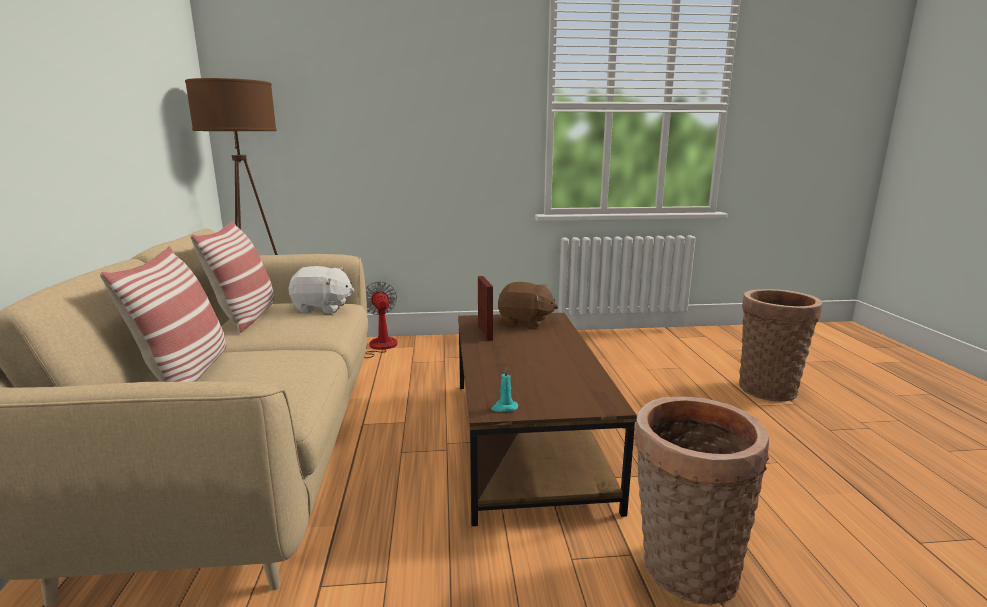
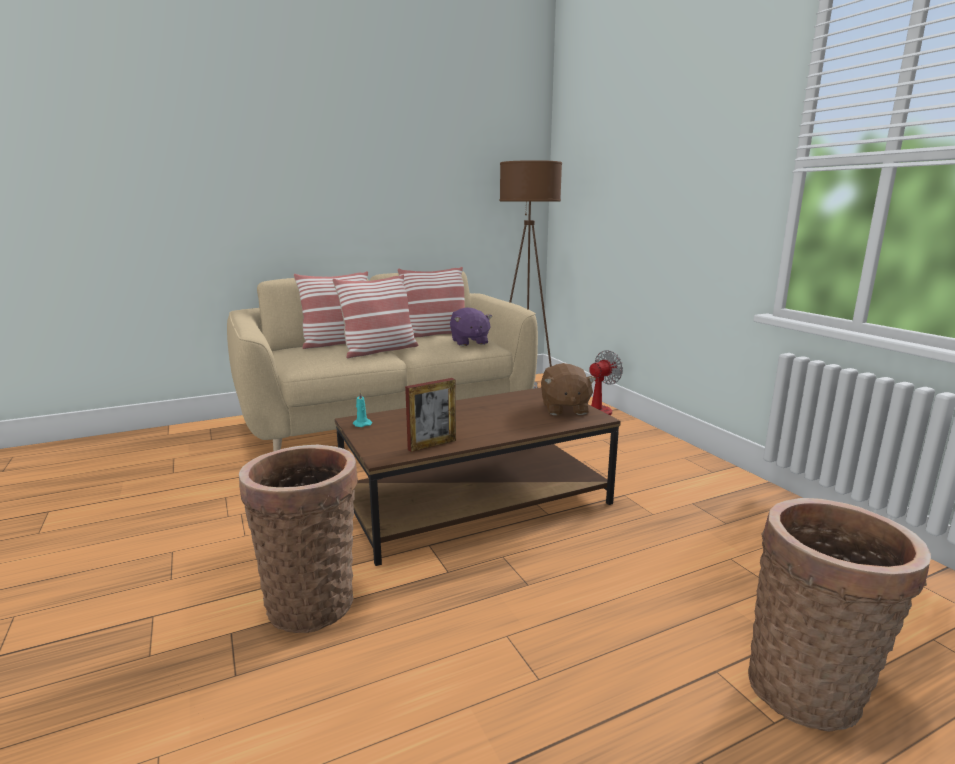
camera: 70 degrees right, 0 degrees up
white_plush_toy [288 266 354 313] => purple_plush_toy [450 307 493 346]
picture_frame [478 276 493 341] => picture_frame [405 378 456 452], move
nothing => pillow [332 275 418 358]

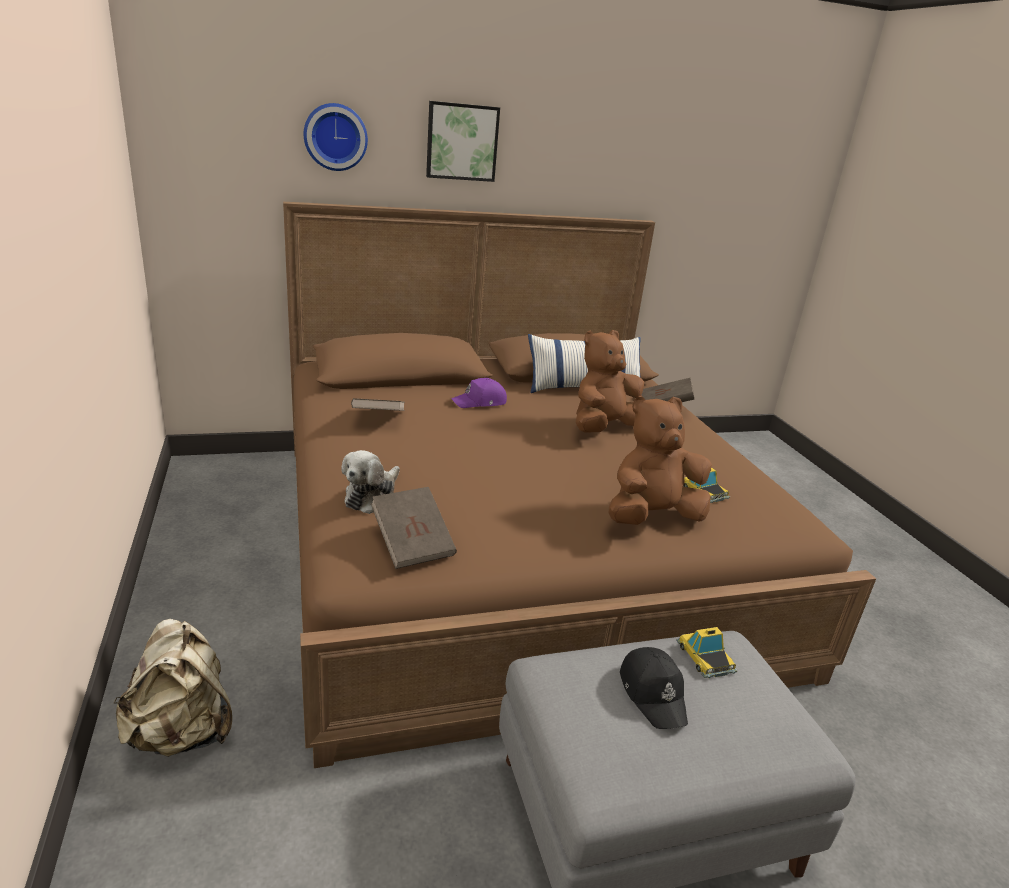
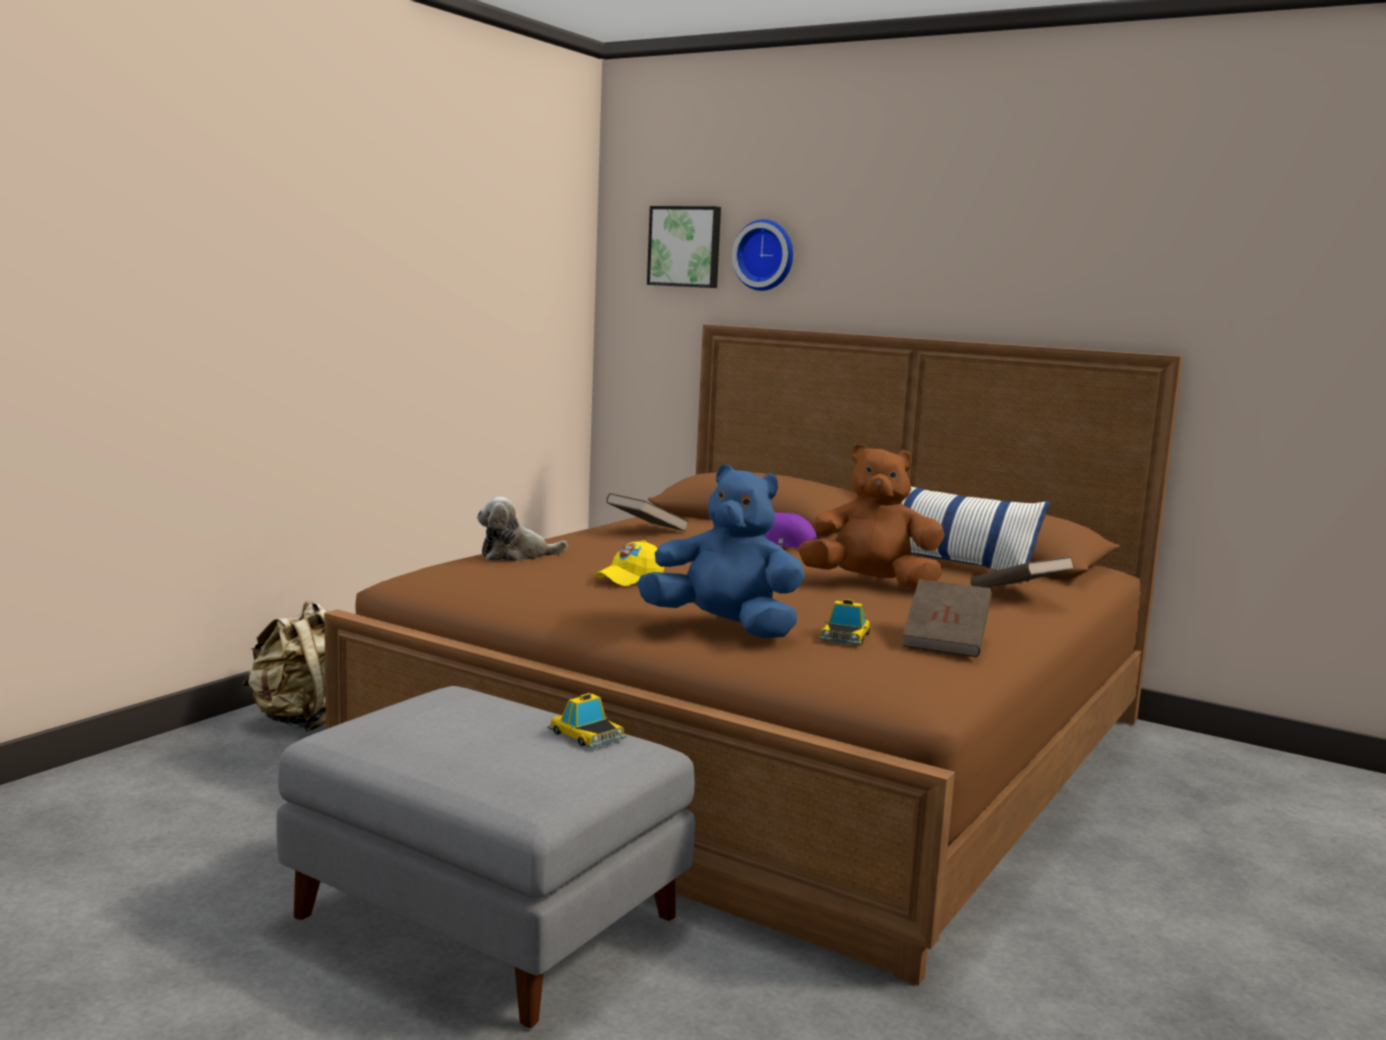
camera: 50 degrees right, 15 degrees down
picture [426 101 500 182] => picture [647 206 721 288], move
brown_plush_toy [609 396 712 525] => blue_plush_toy [637 465 805 638]
brown_book [371 487 457 569] => brown_book [903 579 992 657], move
toy_car [676 627 737 678] => toy_car [548 693 627 748], 75 degrees counterclockwise
black_cap [620 647 688 729] => nothing
nothing => yellow_cap [594 540 664 586]

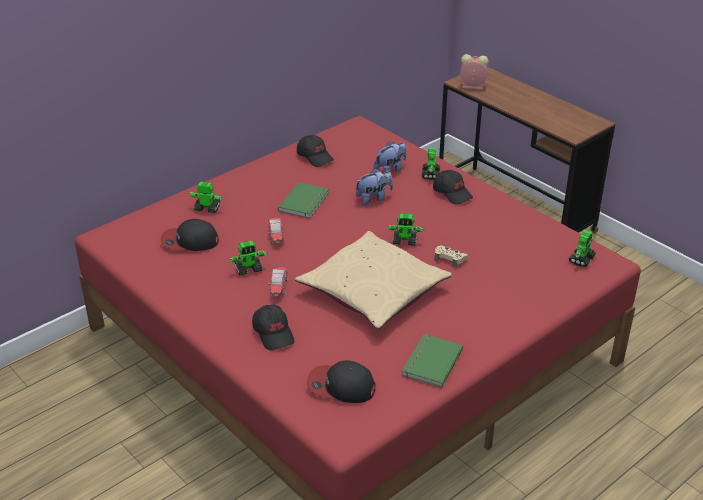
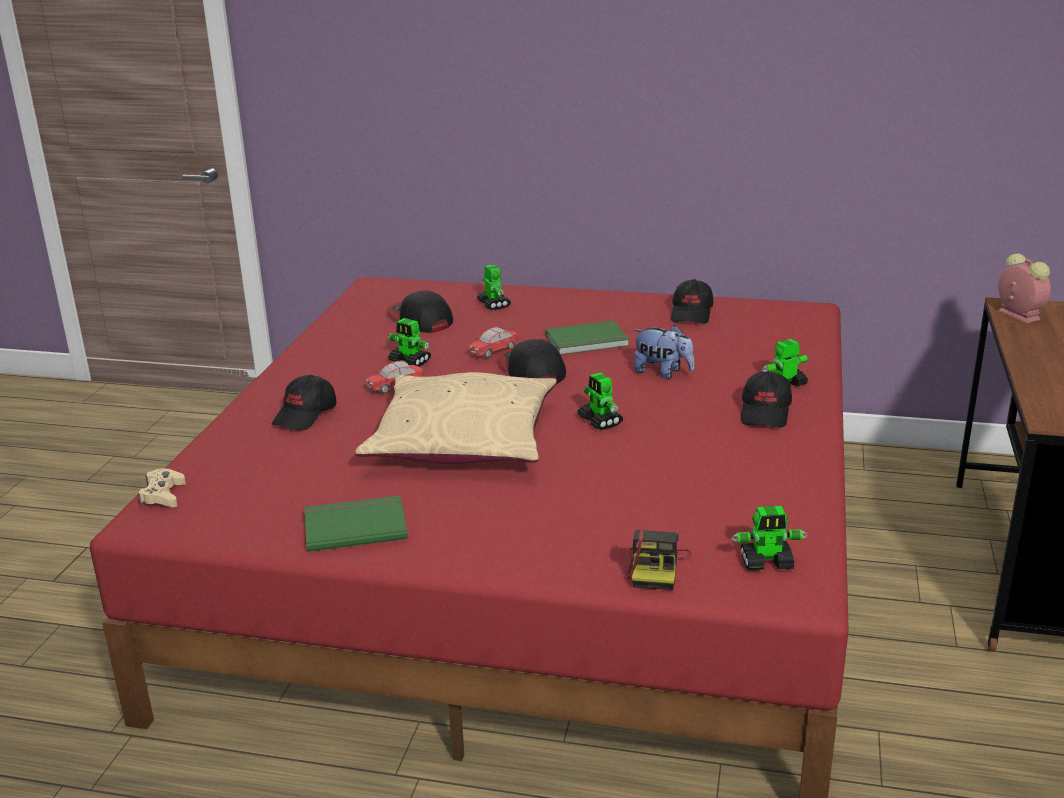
camera: 55 degrees right, 10 degrees down
plush_toy [374 141 406 173] => nothing
beige_game_controller [435 246 468 267] => beige_game_controller [138 468 186 507], move
cap [307 360 375 403] => cap [498 339 566 384], move
nothing => photo_camera [627 529 692 590]

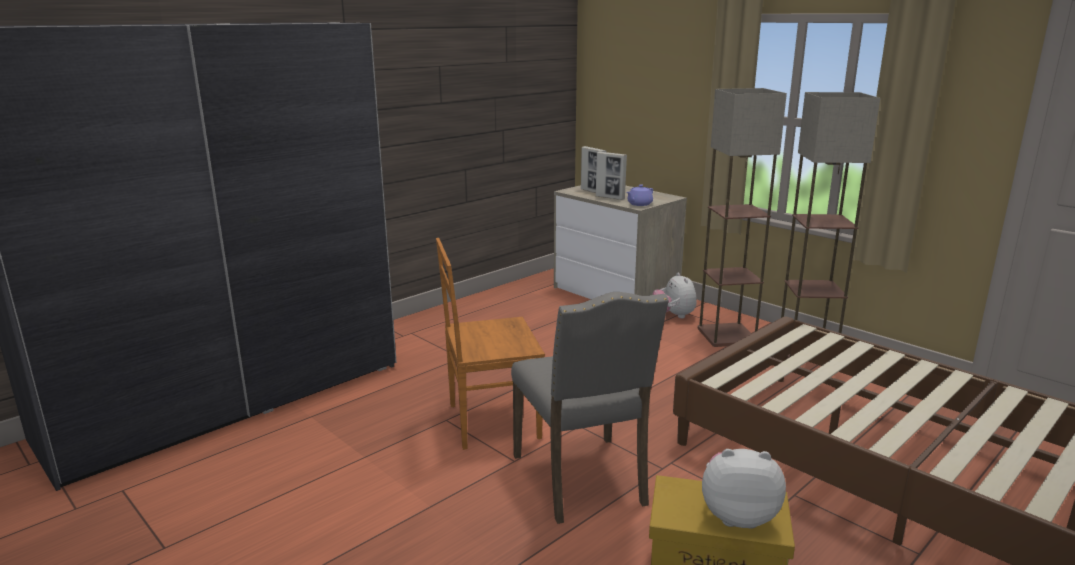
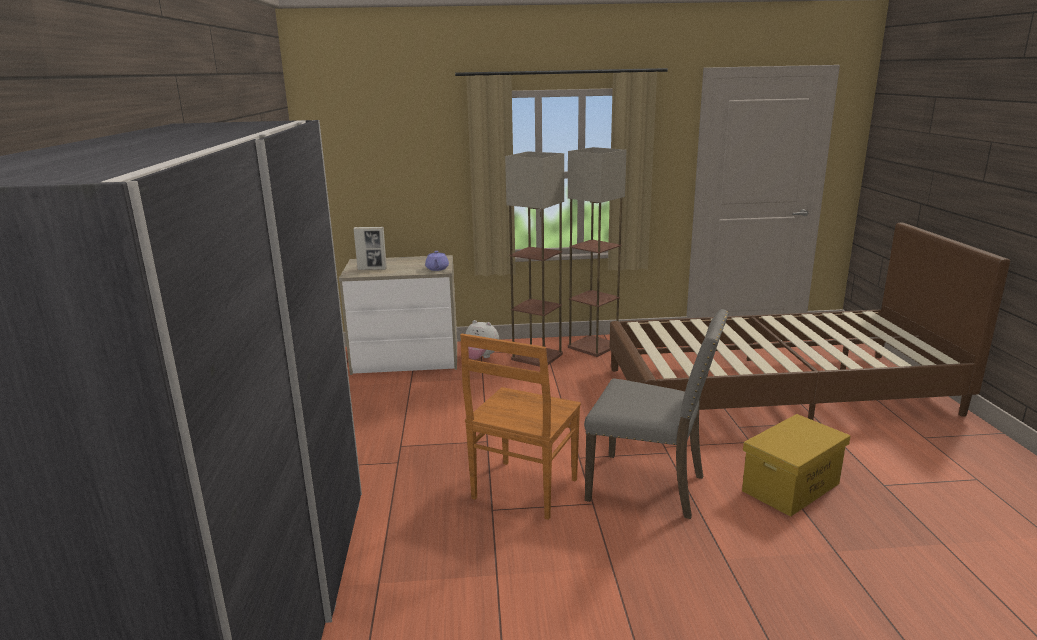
camera: 50 degrees left, 0 degrees up
picture_frame [596 152 627 200] => nothing
plush_toy [702 449 786 529] => nothing

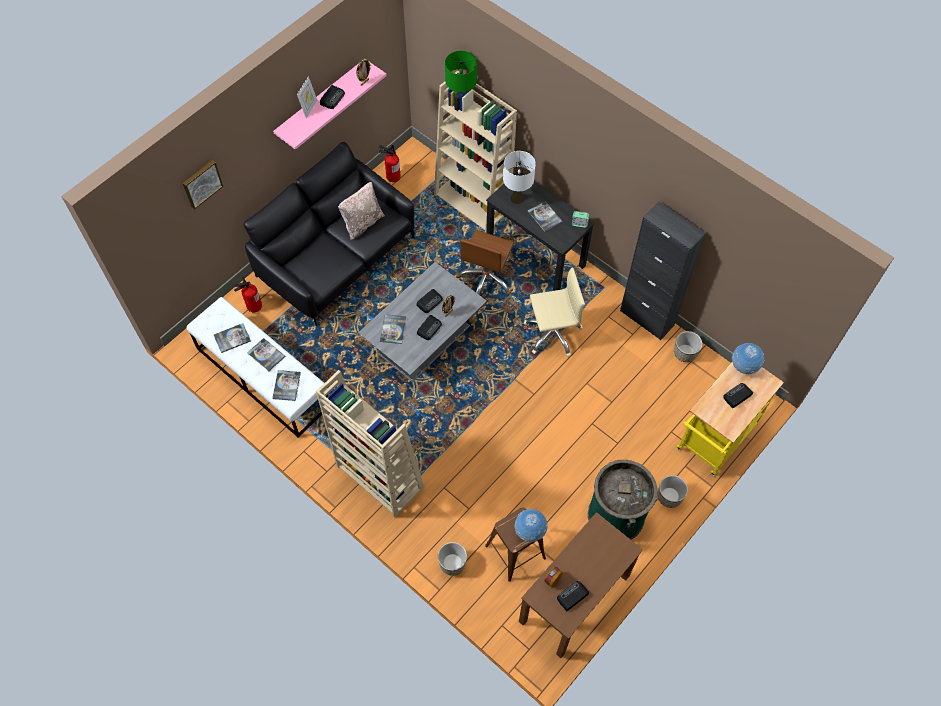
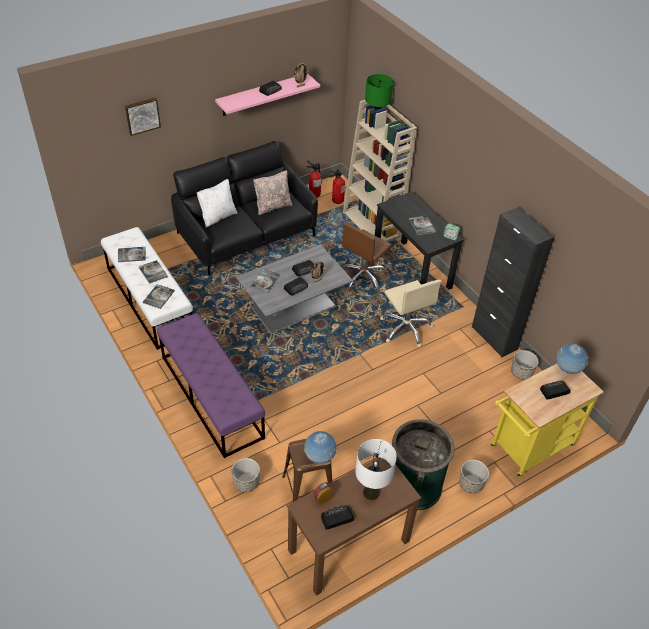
camera: 15 degrees right, 15 degrees down
picture_frame [297 76 317 118] => nothing
white_table_lamp [503 151 536 204] => white_table_lamp [355 439 397 500], move
beige_office_chair [524 268 585 357] => beige_office_chair [380 280 441 348], 60 degrees clockwise
fire_extinguisher [233 277 262 312] => fire_extinguisher [329 169 345 204], move
beige_bookcase [316 370 424 517] => purple_bench [157 313 265 458]
nothing => white_pillow [197 179 238 228]

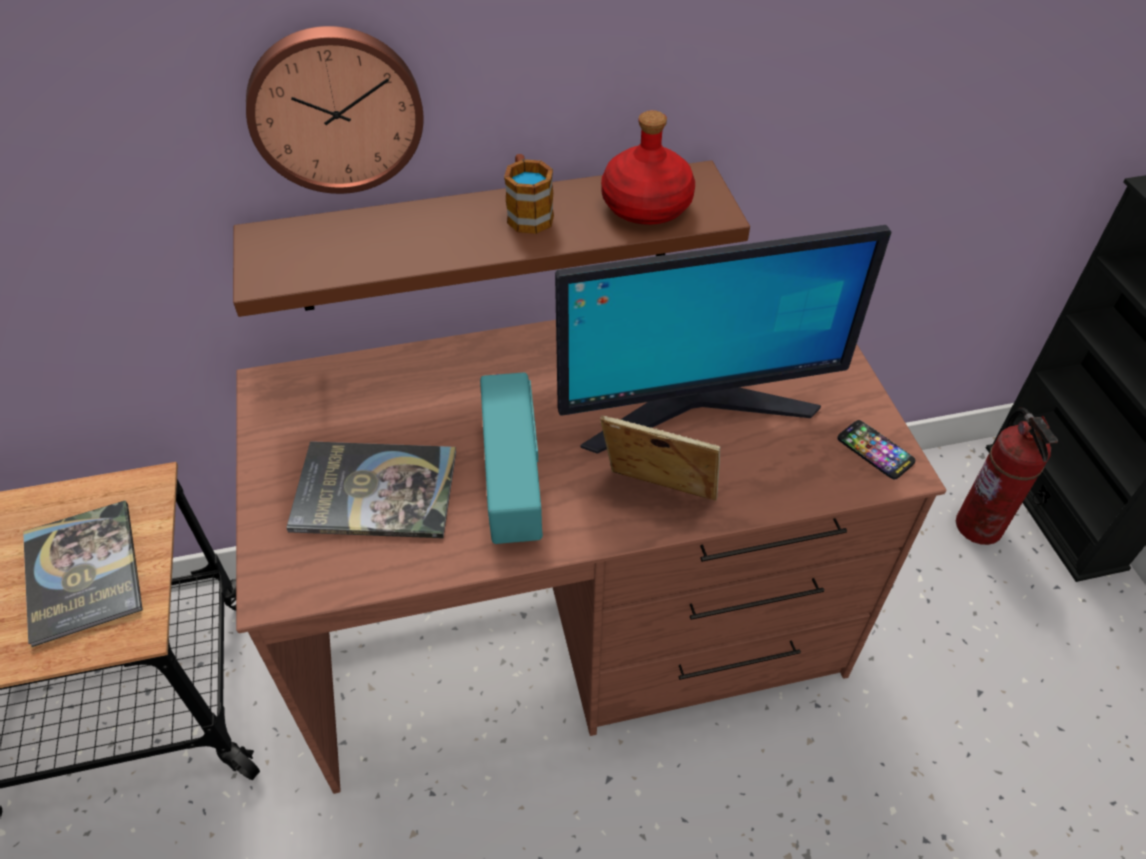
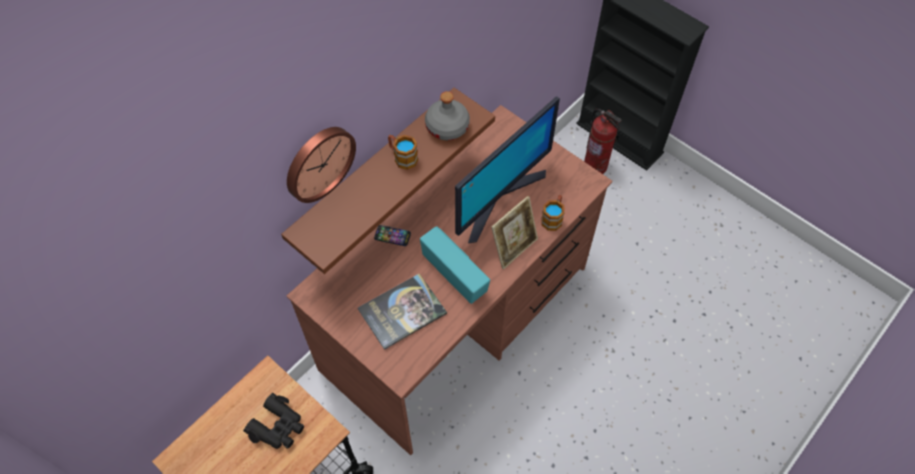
camera: 35 degrees left, 10 degrees up
red_bottle [601 110 695 225] => grey_bottle [425 91 470 140]
picture_frame [600 415 720 501] => picture_frame [491 196 538 270], 150 degrees clockwise
phone [837 420 915 479] => phone [374 225 411 246], move
book [23 500 143 647] => black_binoculars [243 393 304 449]
nothing => mug [541 195 565 231]

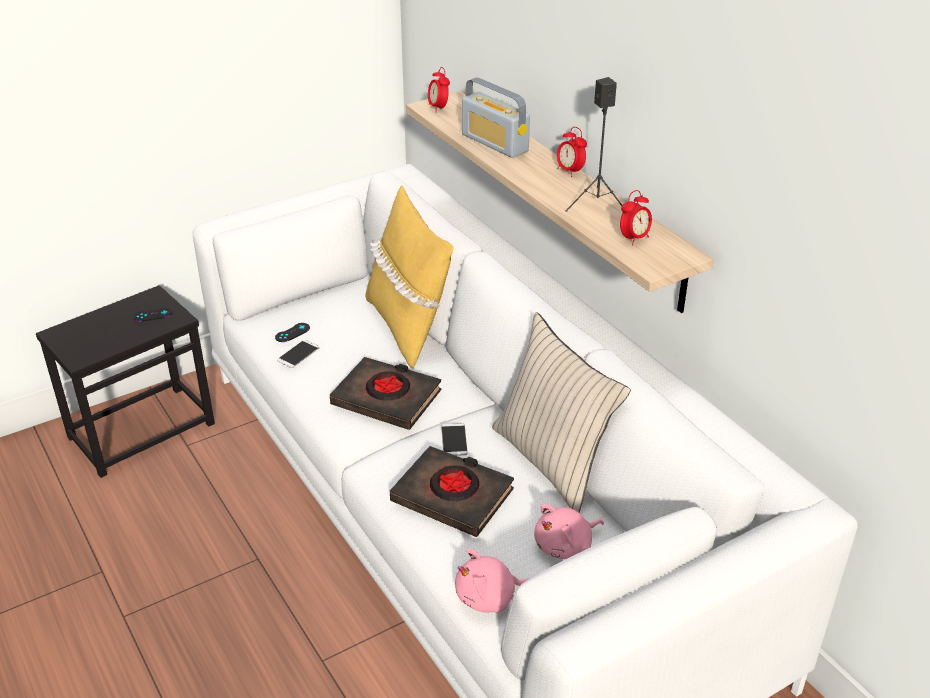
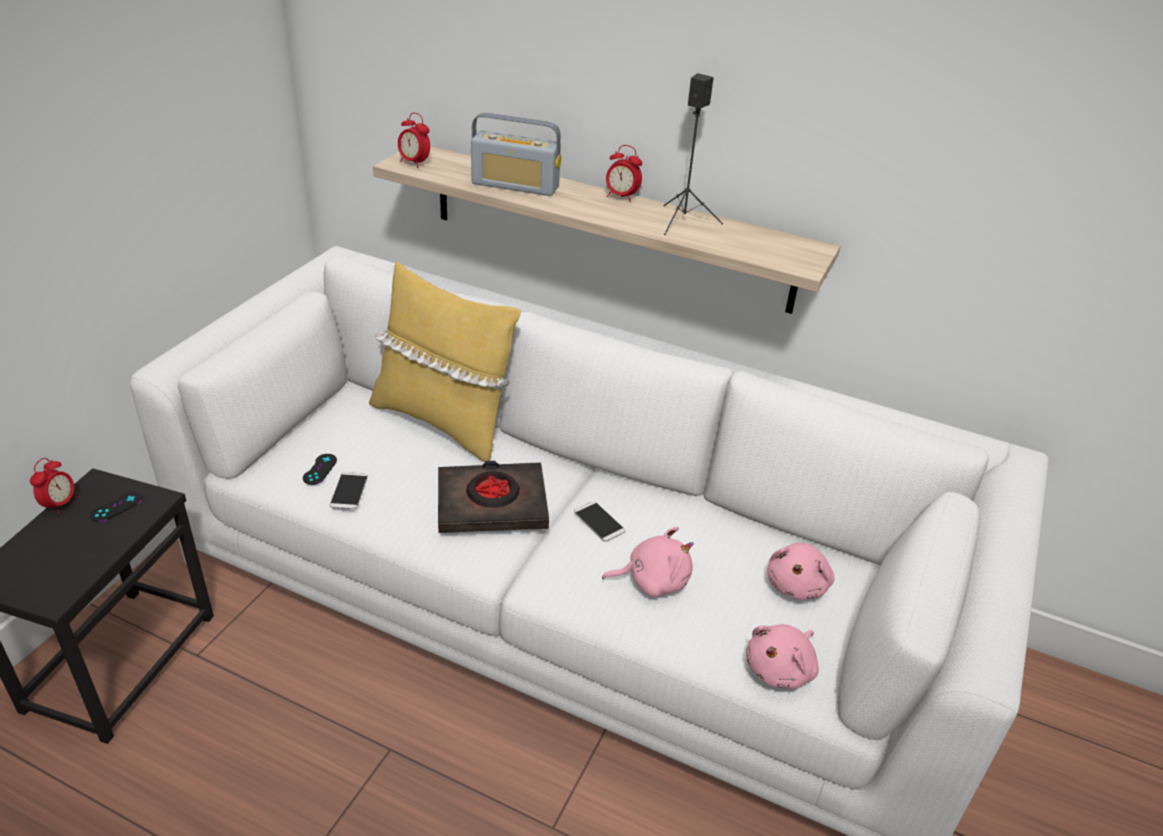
camera: 35 degrees left, 0 degrees up
alarm_clock [620 190 652 246] => alarm_clock [30 458 77 514], move
beige_pillow [492 312 631 513] => nothing
black_book [390 446 514 537] => pink_plush_toy [602 526 694 597]

